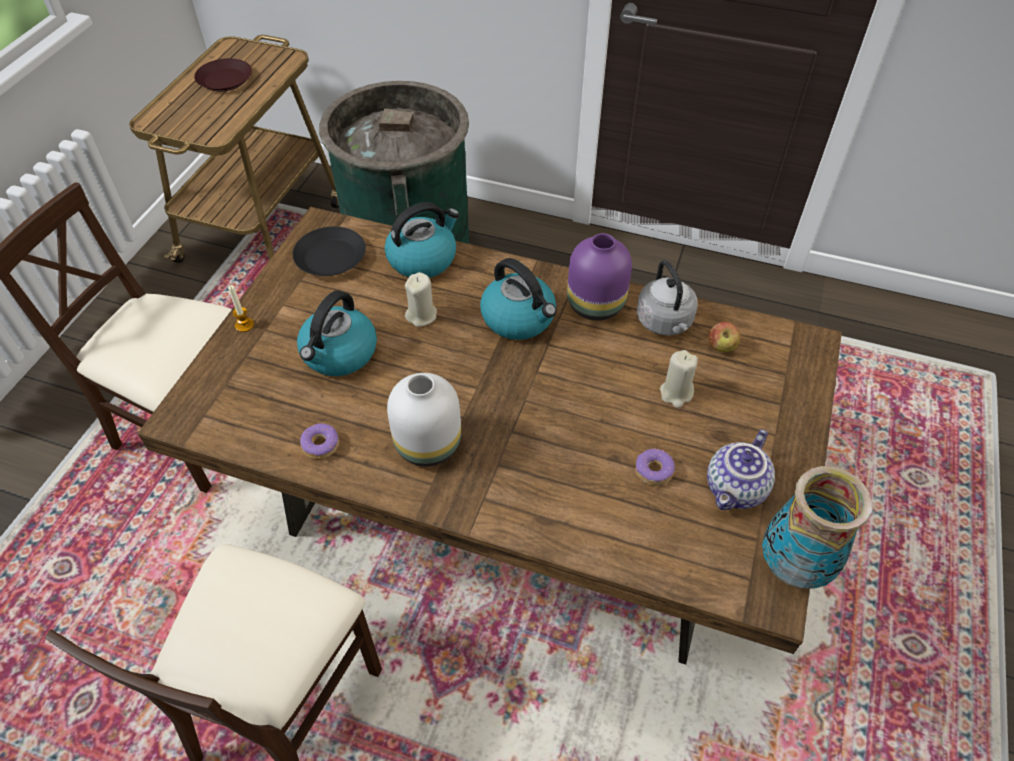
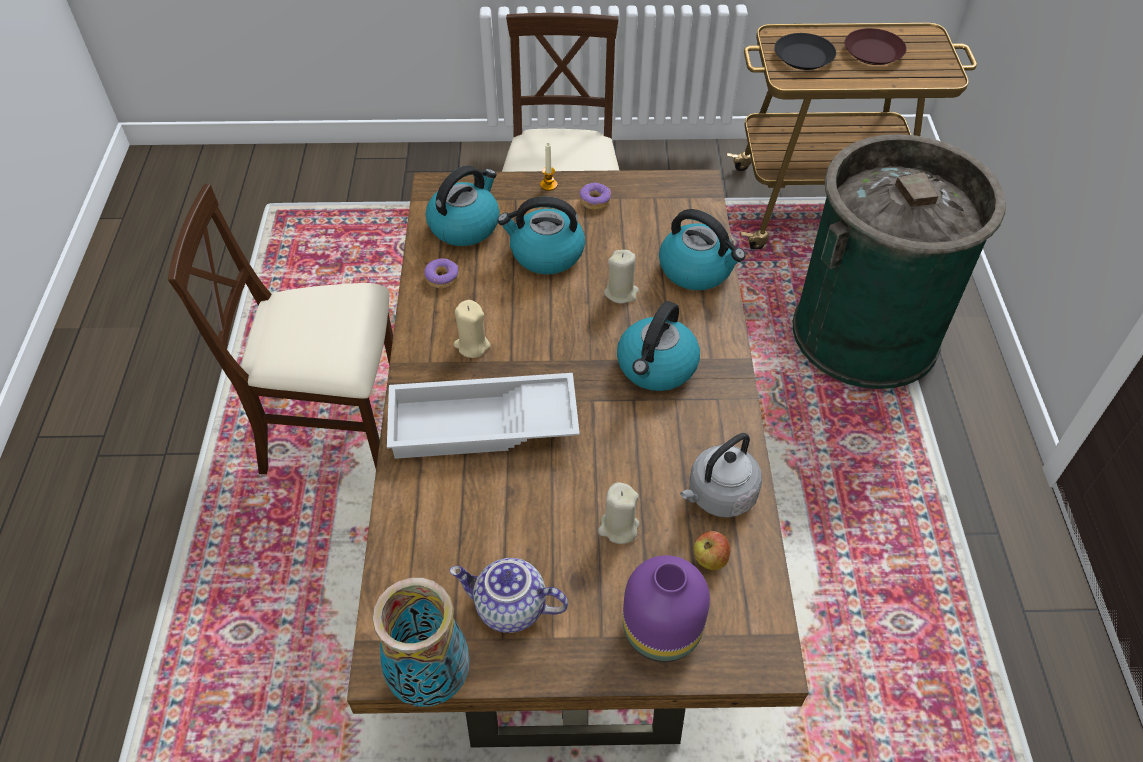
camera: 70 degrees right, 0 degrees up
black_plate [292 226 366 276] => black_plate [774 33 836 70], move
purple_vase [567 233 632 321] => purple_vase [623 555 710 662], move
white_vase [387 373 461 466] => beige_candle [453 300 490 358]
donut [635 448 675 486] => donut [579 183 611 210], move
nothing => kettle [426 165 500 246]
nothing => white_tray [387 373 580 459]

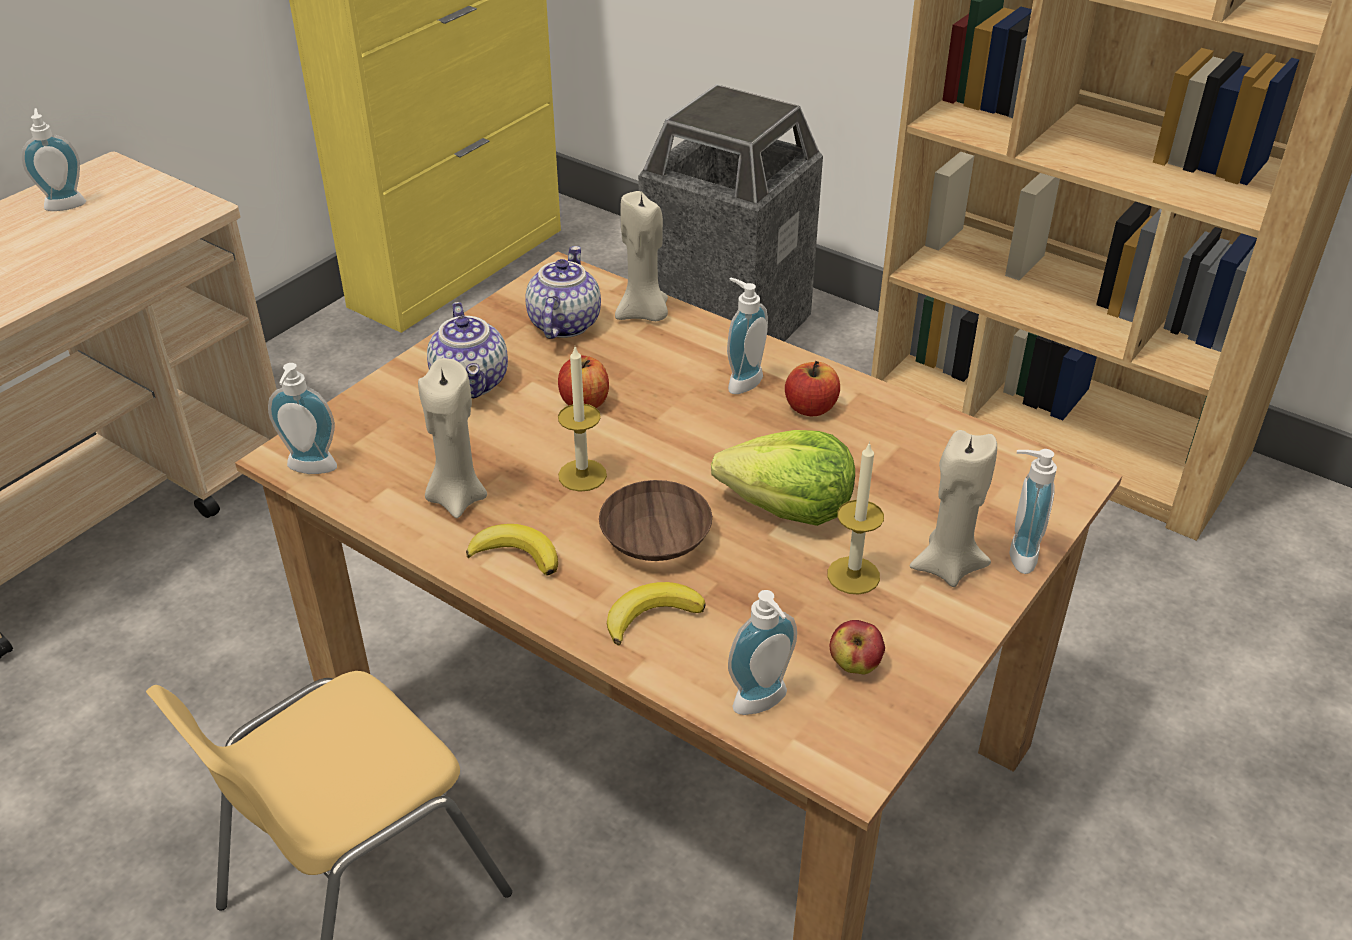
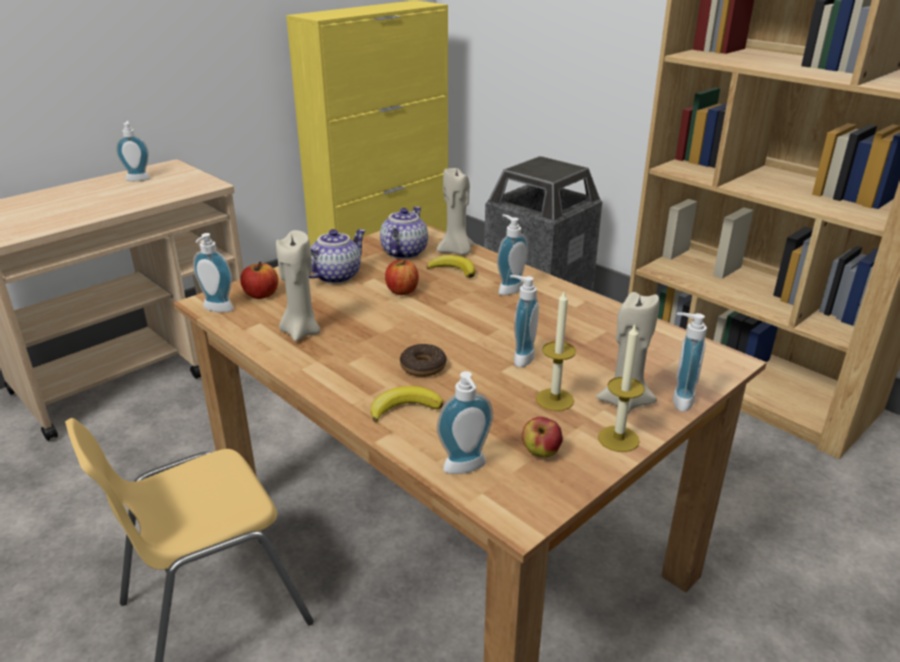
camera: 10 degrees right, 10 degrees down
teapot [427 302 508 398] => teapot [309 229 366 284], 135 degrees counterclockwise
candle [558 347 607 492] => candle [598 324 645 452], move
apple [785 361 840 416] => apple [240 262 278 299], move
lettuce [711 430 855 526] => soap_dispenser [510 275 539 367]
brown_bowl [599 480 712 561] => donut [400 344 447 377]
banana [466 524 558 576] => banana [427 255 475 278], move

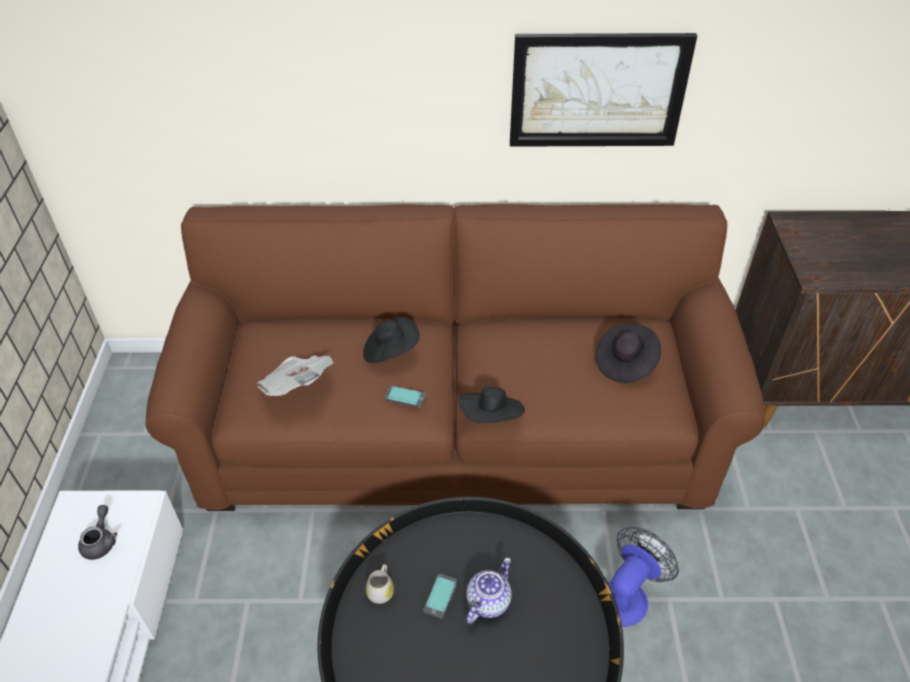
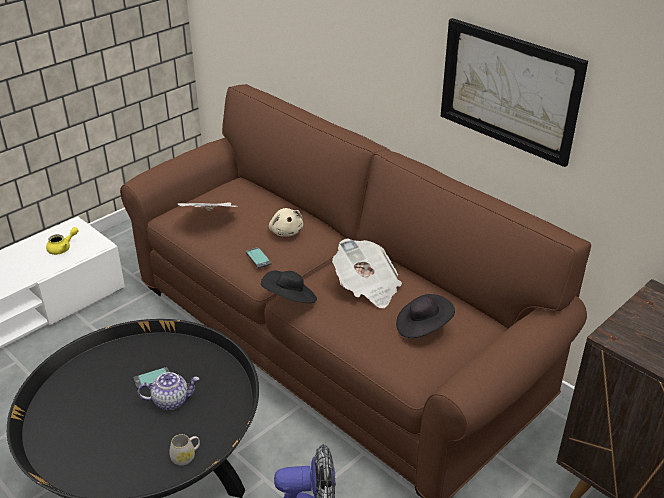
camera: 45 degrees right, 10 degrees down
black_hat [363 317 420 363] => beige_plush_toy [269 208 303 237]
grey_teapot [78 505 118 560] => yellow_teapot [46 227 79 255]
white_mug [366 564 394 604] => white_mug [169 434 200 466], move
nothing => newspaper [332 238 402 308]

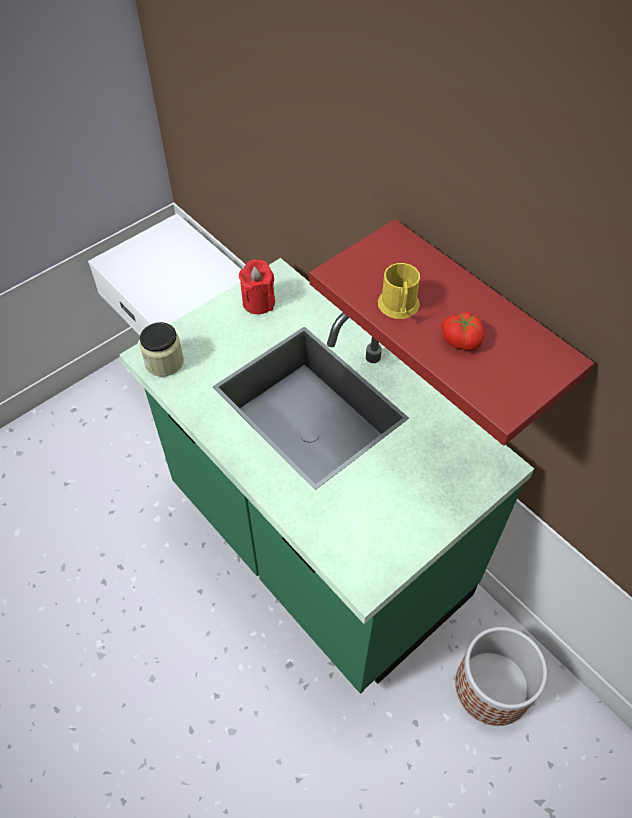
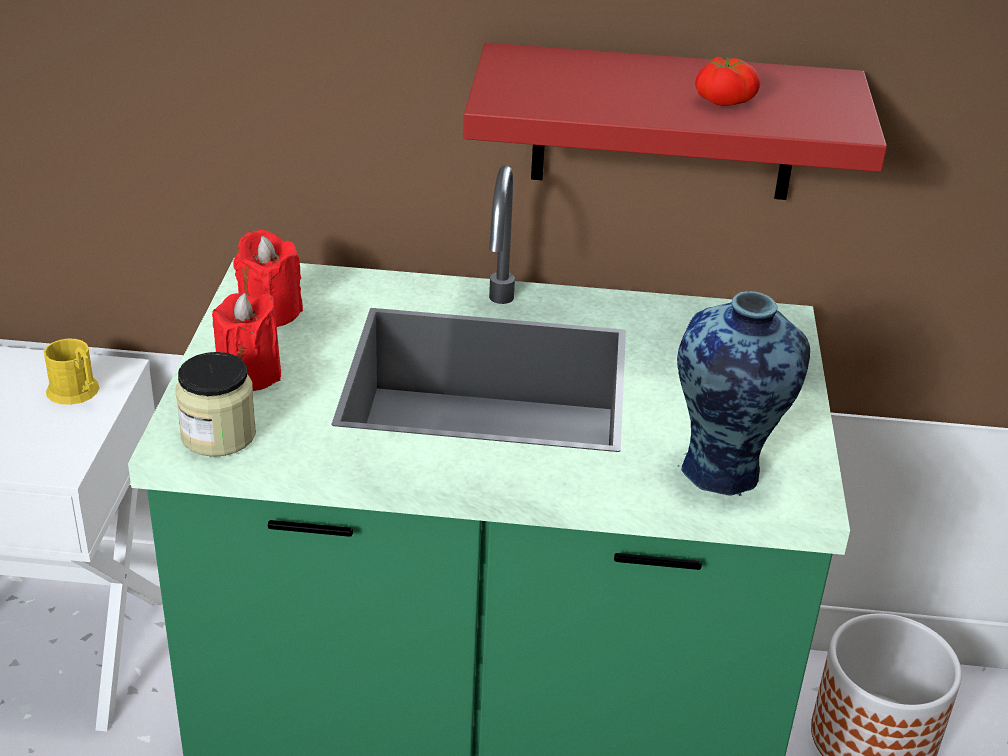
camera: 45 degrees left, 20 degrees down
yellow_mug [378 263 420 319] => yellow_mug [44 338 100 405], move
nothing => vase [677 291 810 496]
nothing => red_candle [212 293 281 391]

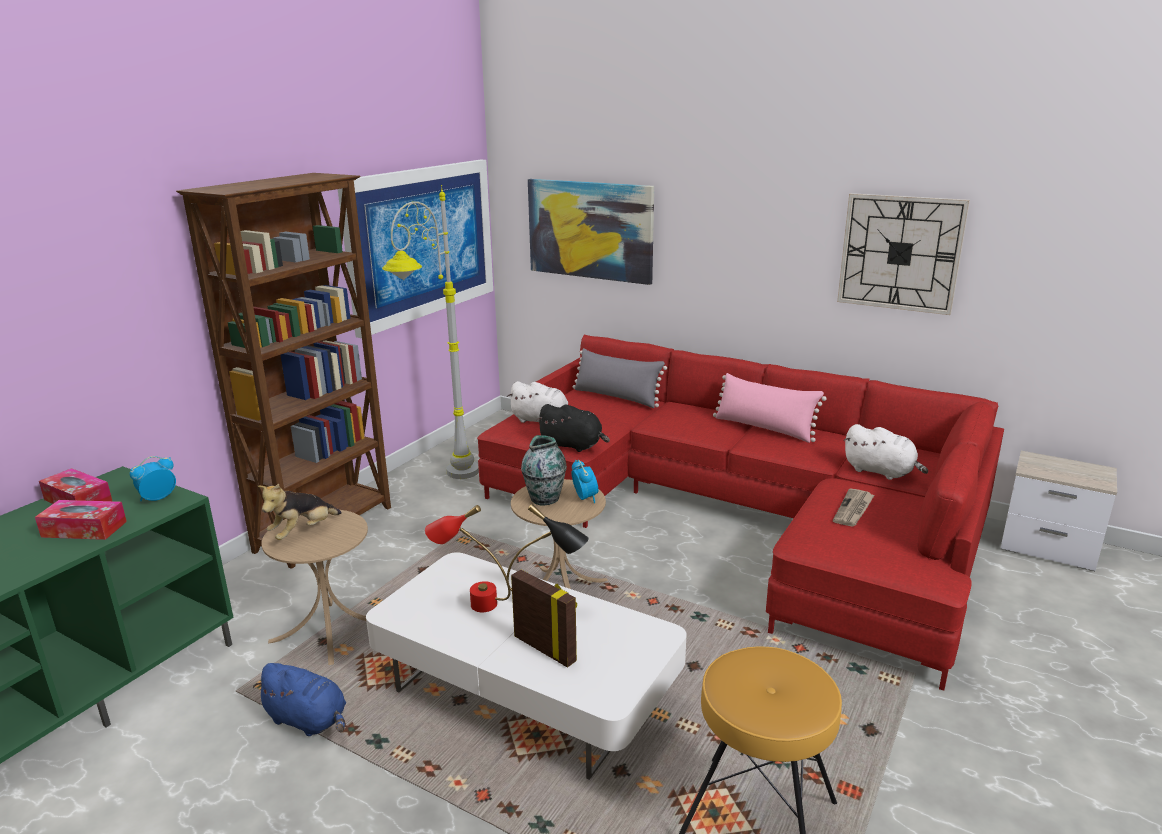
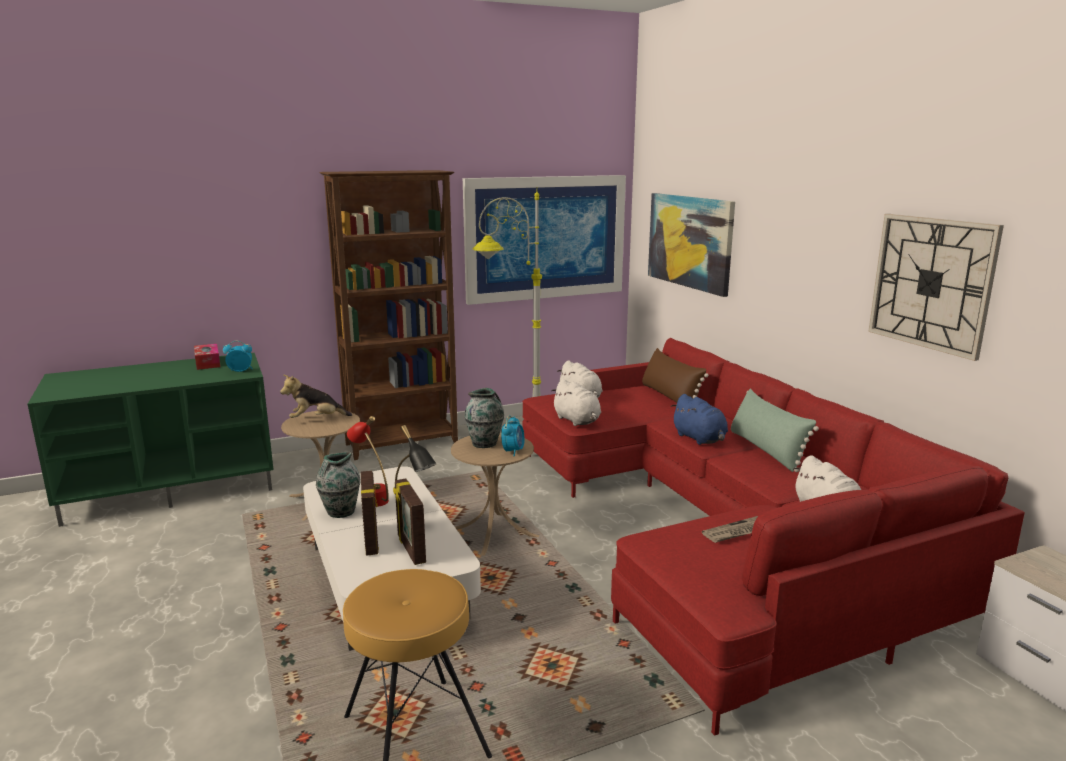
camera: 35 degrees right, 5 degrees down
grey_pillow [572 348 667 408] => brown_pillow [642 348 708 403]
pink_pillow [713 373 827 443] => green_pillow [731 389 819 472]
black_plush_toy [536 404 610 452] => white_plush_toy [551 379 601 426]
tissue_box [35 500 127 540] => nothing
blue_plush_toy [253 663 346 736] => blue_plush_toy [671 394 728 445], move
nothing => vase [316 452 361 518]
nothing => picture_frame [393 478 426 565]

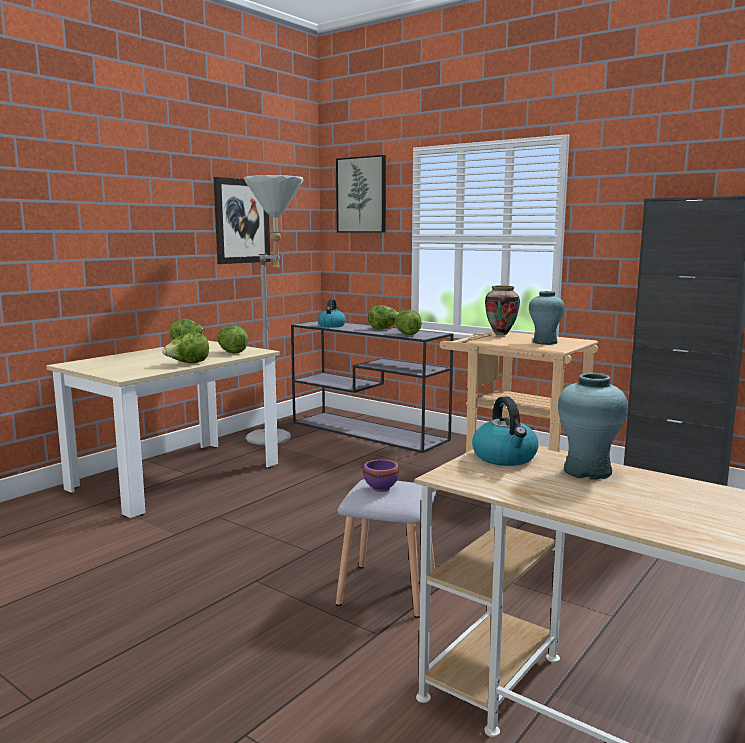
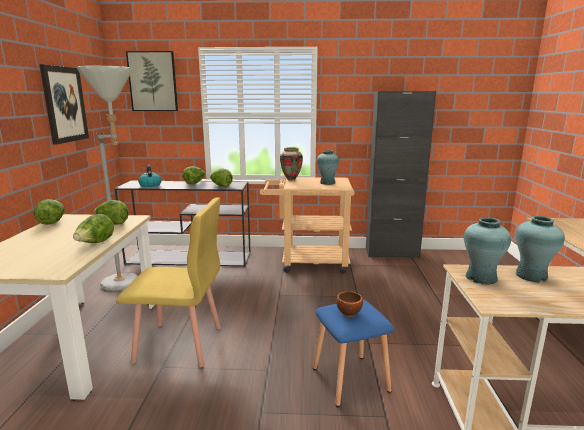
camera: 35 degrees left, 5 degrees up
kettle [472 397 538 466] => turquoise_vase [464 218 511 285]
purple_bowl [363 460 399 492] => brown_bowl [336 291 363 317]
grey_stool [336 479 436 618] => blue_stool [313 300 394 407]
nothing => yellow_chair [116 197 221 367]

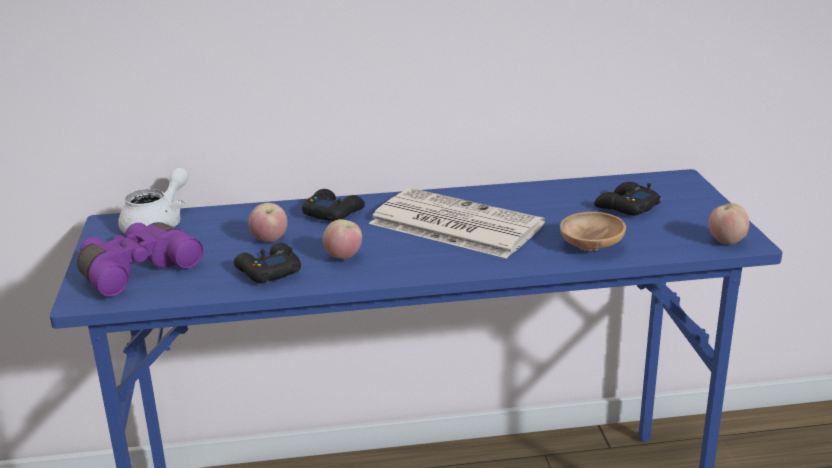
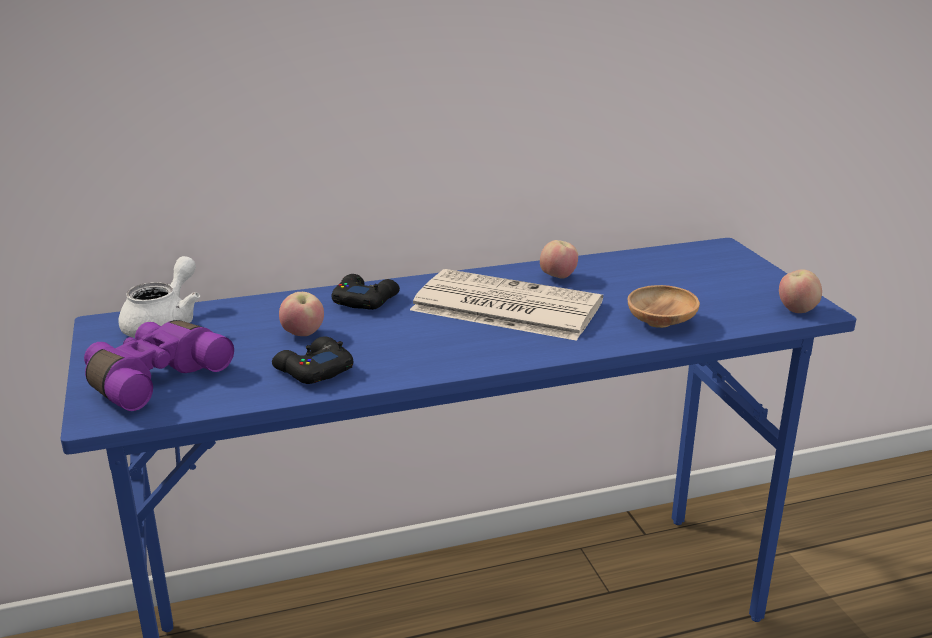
camera: 10 degrees left, 0 degrees up
black_game_controller [594 182 661 216] => nothing
apple [323 219 362 259] => apple [540 240 578 279], move

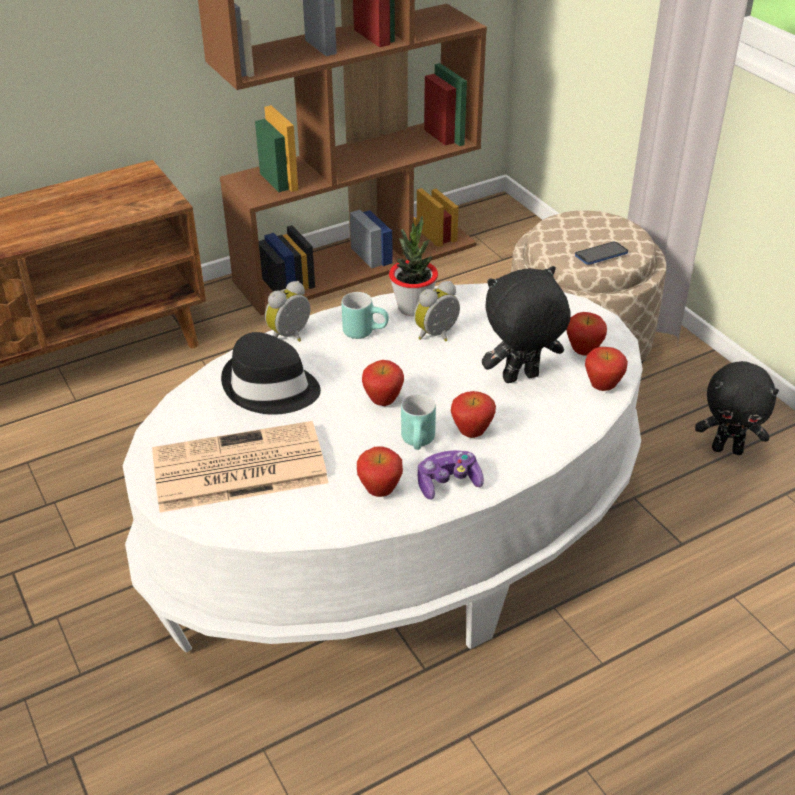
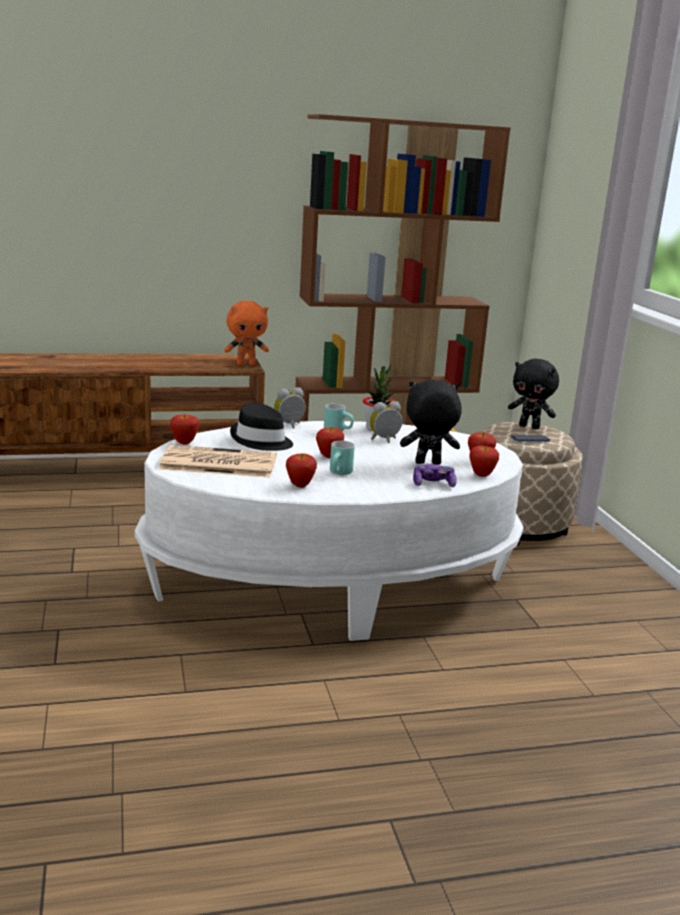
camera: 15 degrees right, 20 degrees down
black_plush_toy [695 361 779 455] => black_plush_toy [508 359 559 429], move
apple [451 391 496 438] => apple [170 415 199 445], move
game_controller [418 450 484 499] => game_controller [413 463 457 487], move
nothing => orange_plush_toy [224 301 269 366]

